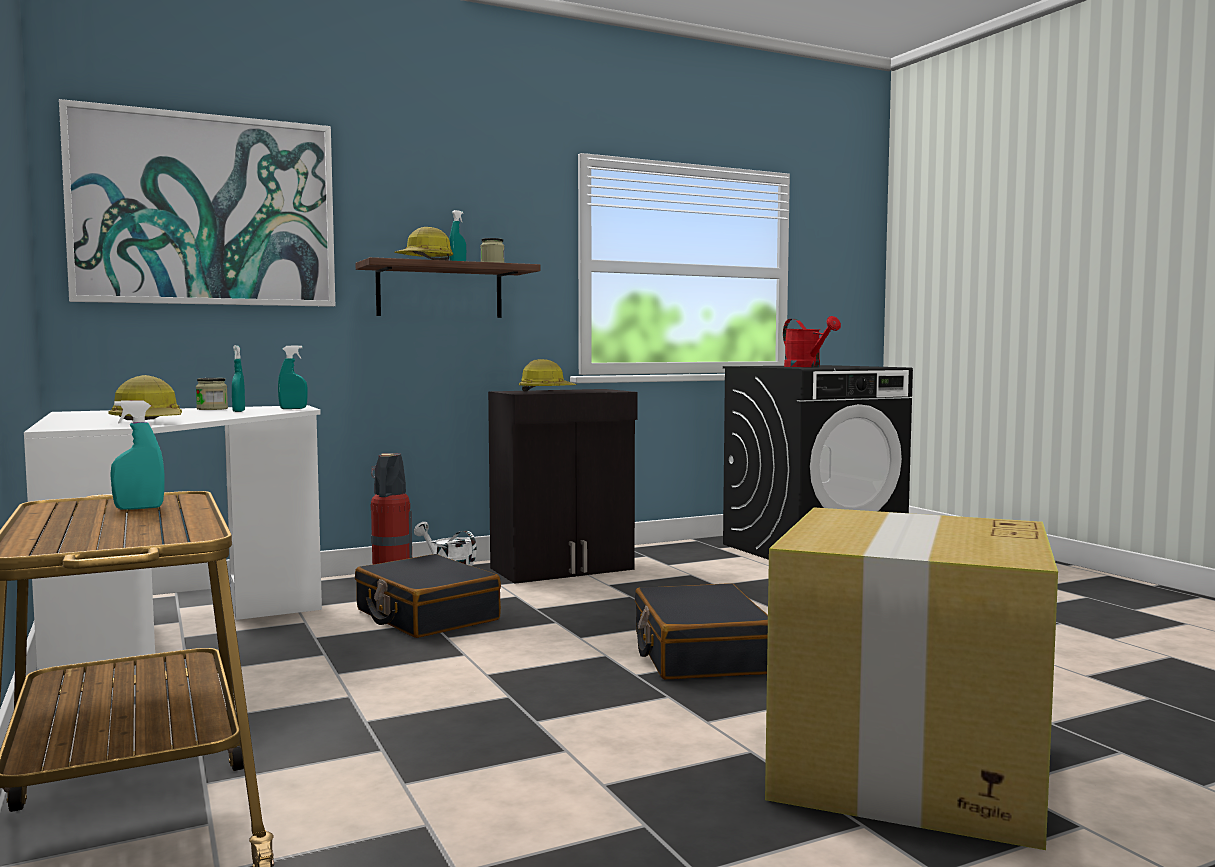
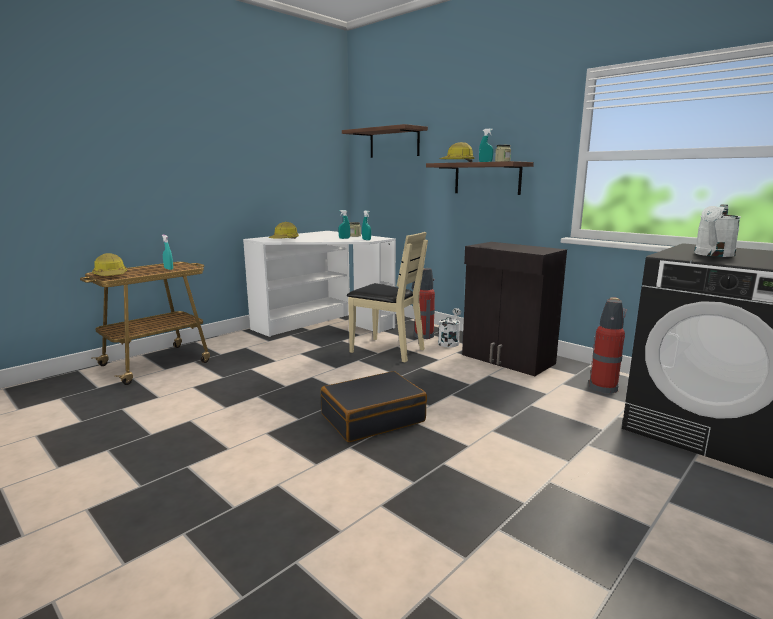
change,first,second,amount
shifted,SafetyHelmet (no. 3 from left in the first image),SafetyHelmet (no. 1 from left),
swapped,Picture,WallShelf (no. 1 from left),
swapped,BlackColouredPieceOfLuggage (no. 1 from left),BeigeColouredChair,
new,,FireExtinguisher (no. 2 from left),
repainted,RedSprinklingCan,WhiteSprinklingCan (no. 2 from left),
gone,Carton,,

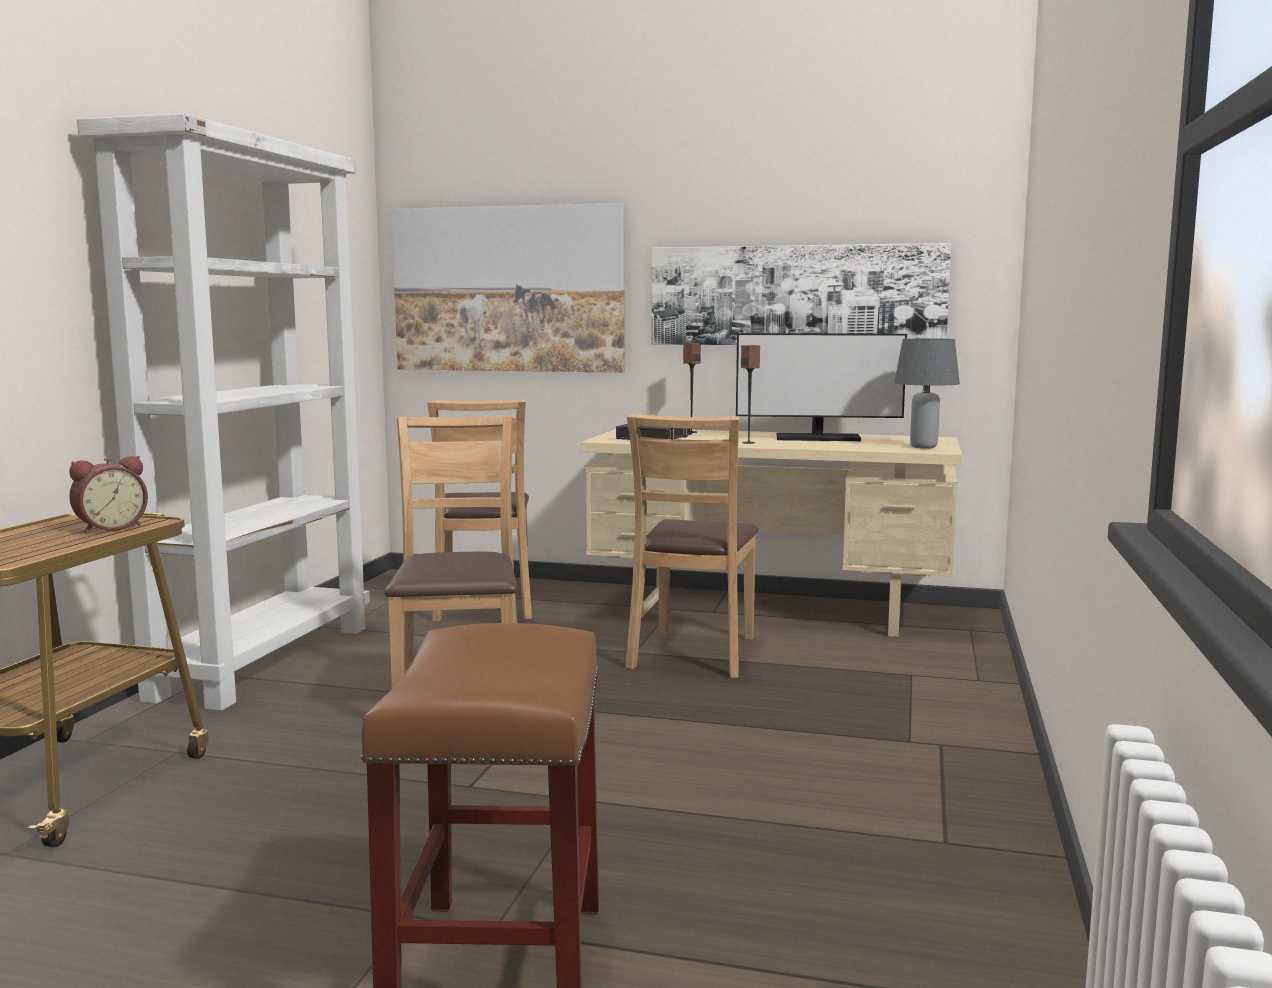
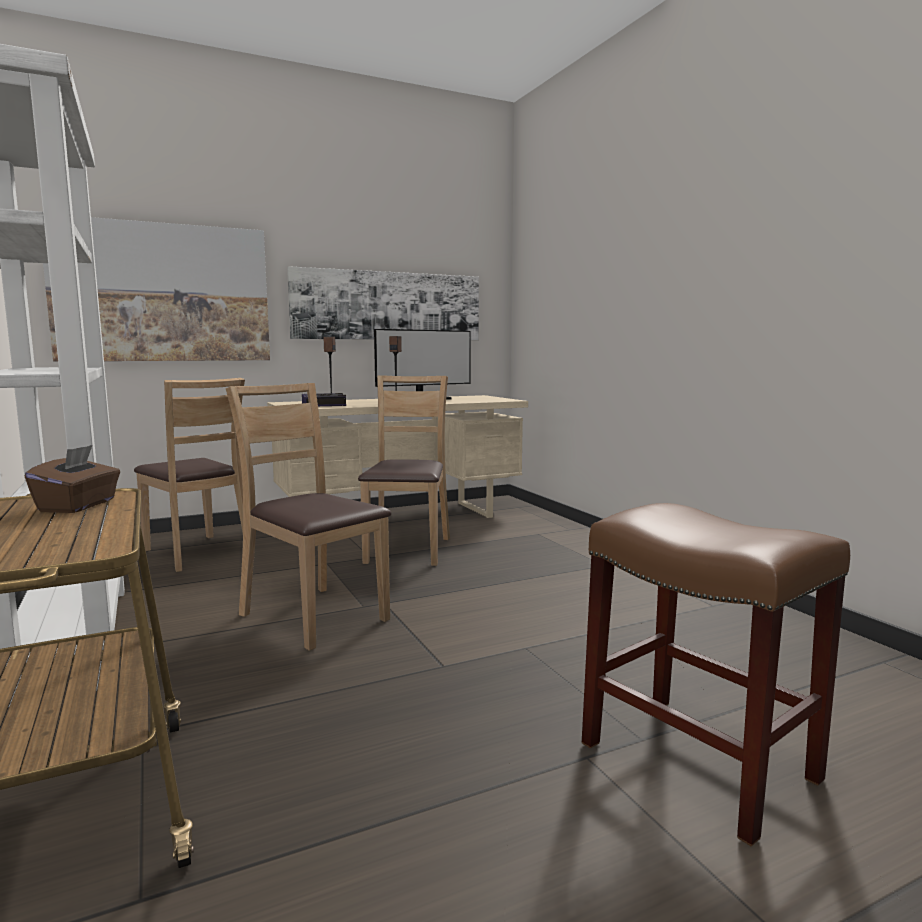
change,first,second,amount
swapped,TableClock,BrownColouredBoxOfTissues,
rotated,BrownColouredChair (no. 3 from left),,150 degrees counterclockwise
gone,GrayTableLamp,,

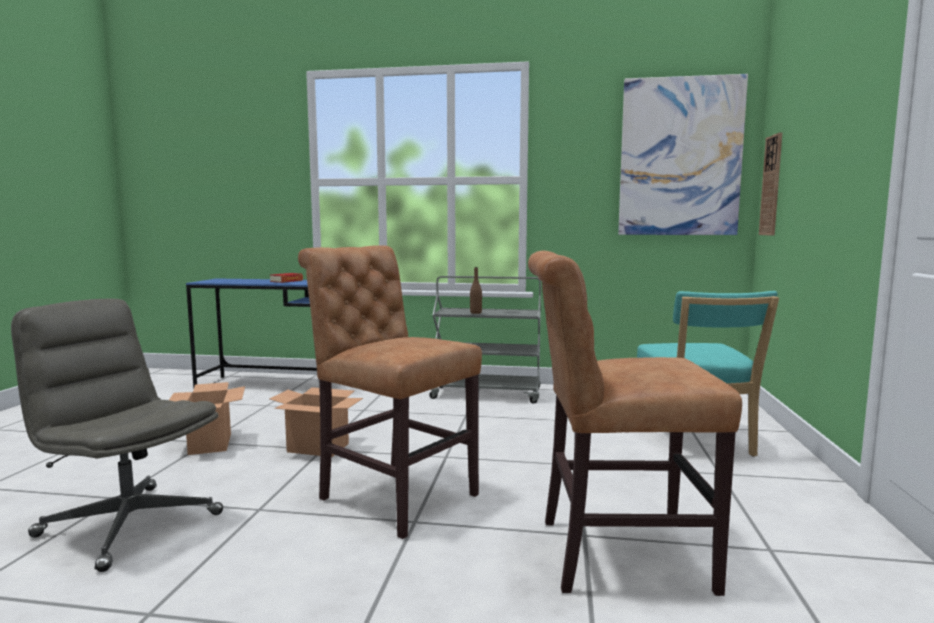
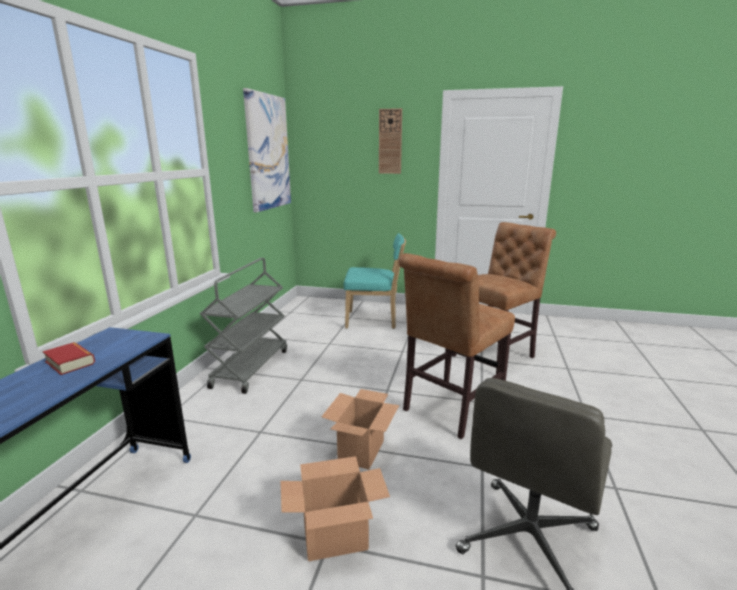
change,first,second,amount
shifted,WallClock,,
rotated,BrownColouredChair (no. 2 from left),,135 degrees counterclockwise
gone,BrownColouredBottle,,

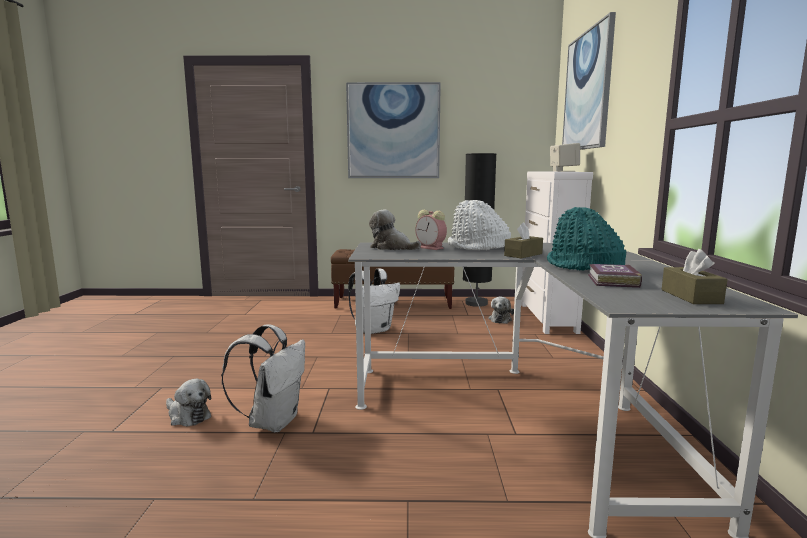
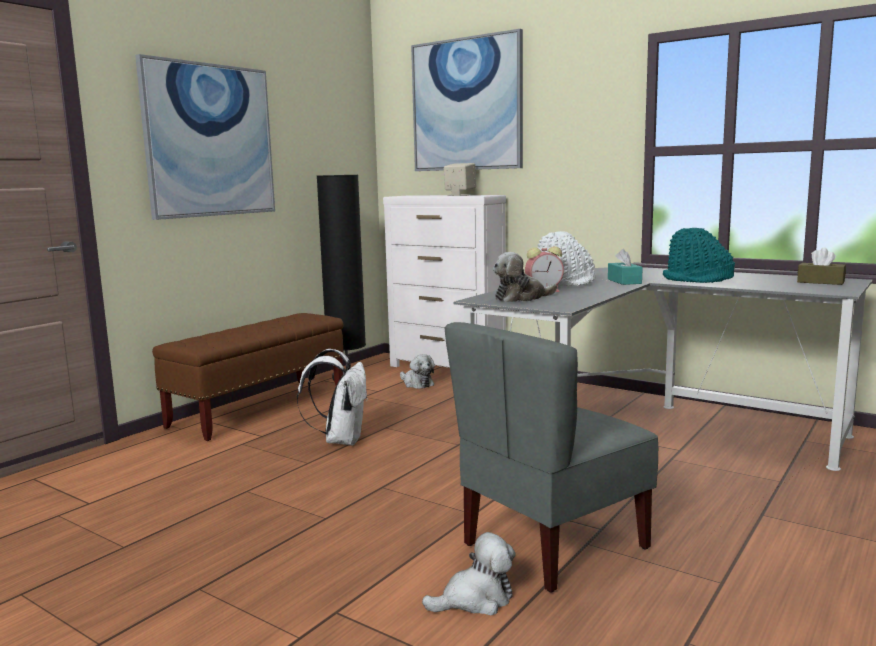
change,first,second,amount
swapped,WhiteBackpack (no. 1 from left),GrayChair,
repainted,BrownColouredBoxOfTissues (no. 1 from left),TurquoiseColouredBoxOfTissues,
gone,BoundBook,,

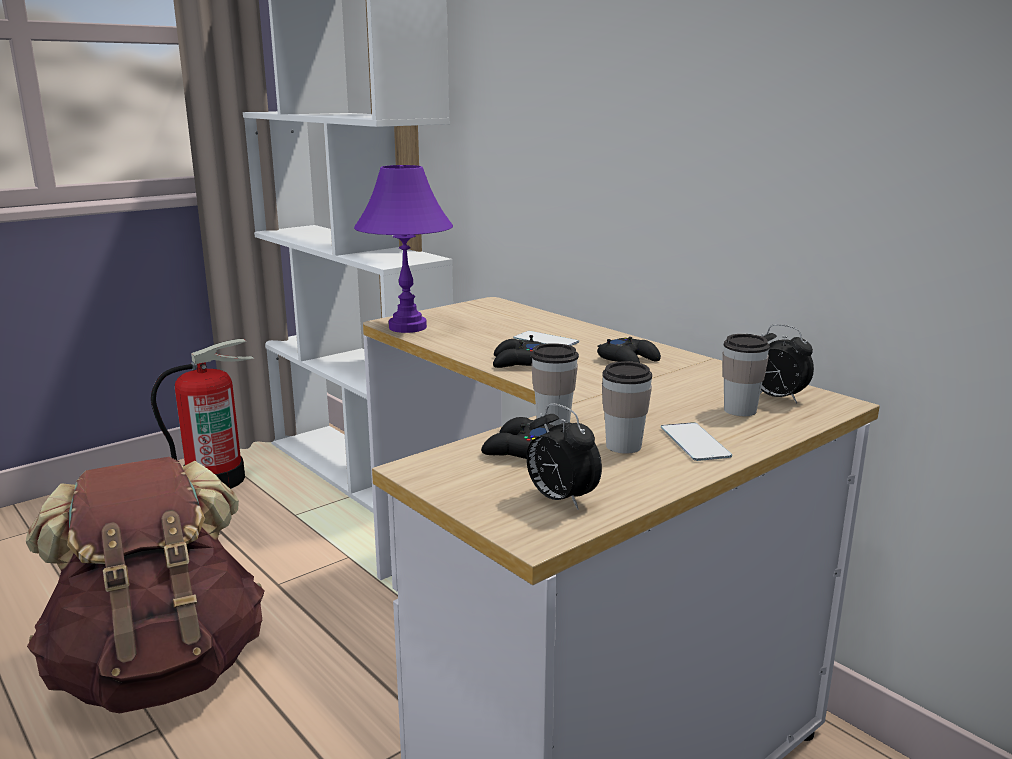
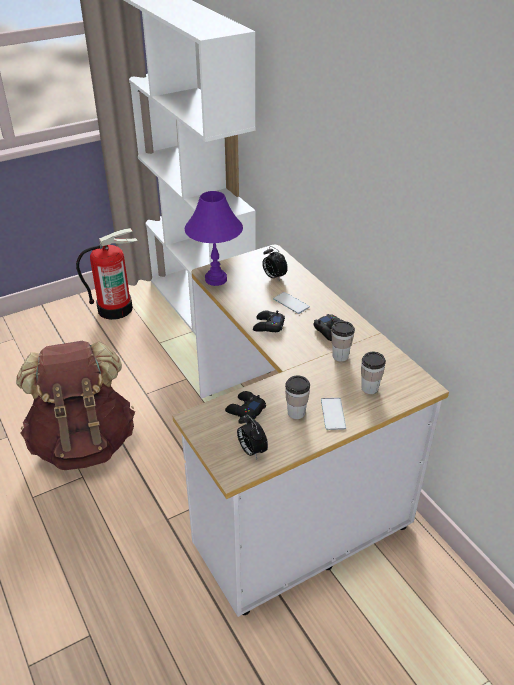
change,first,second,amount
shifted,TableClock (no. 2 from left),,
shifted,DrinkingCup (no. 1 from left in the first image),DrinkingCup (no. 2 from left),

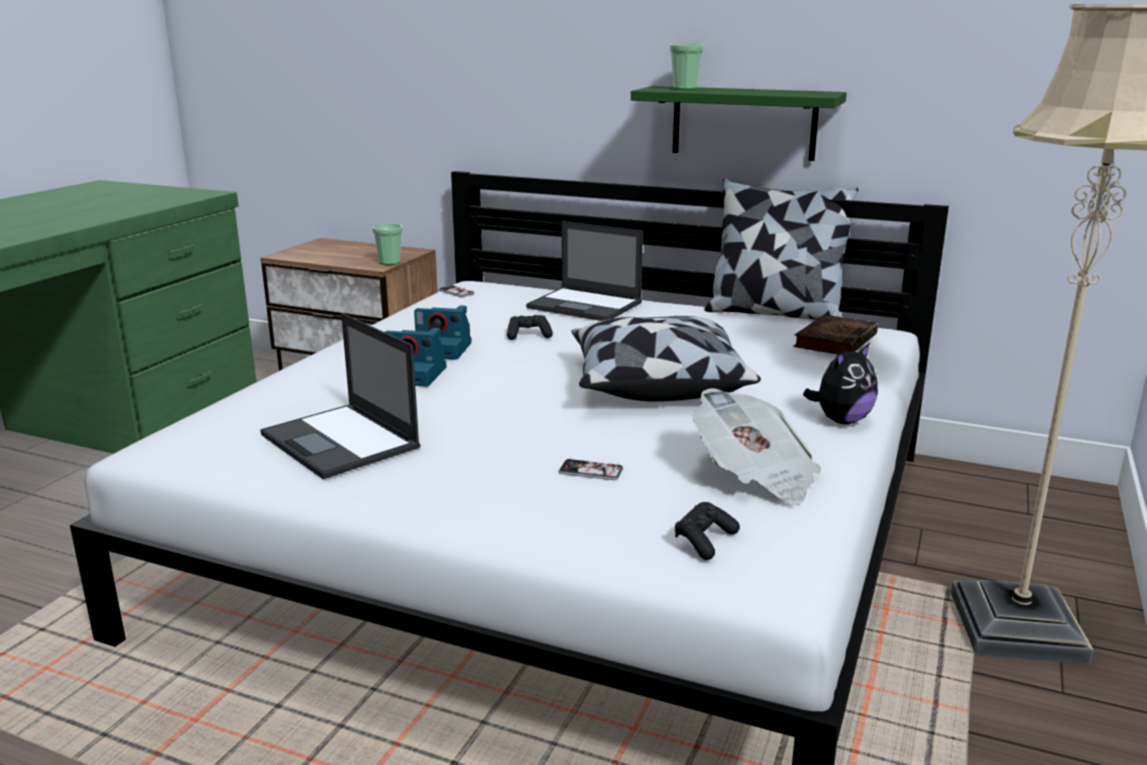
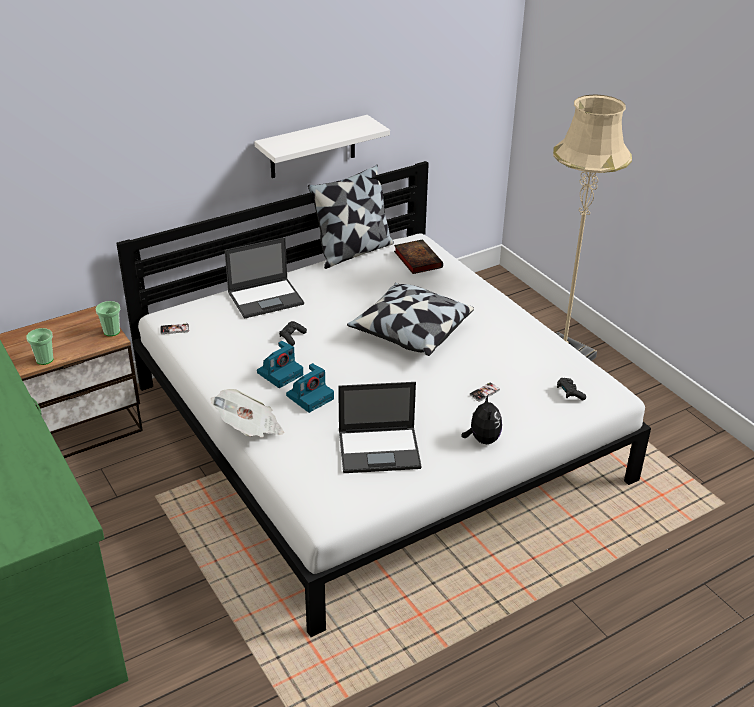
change,first,second,amount
shifted,DrinkingCup (no. 2 from left in the first image),DrinkingCup (no. 1 from left),
shifted,Newspaper,,
repainted,GreenColouredWallShelf,WhiteWallShelf,
shifted,SoftToy,,

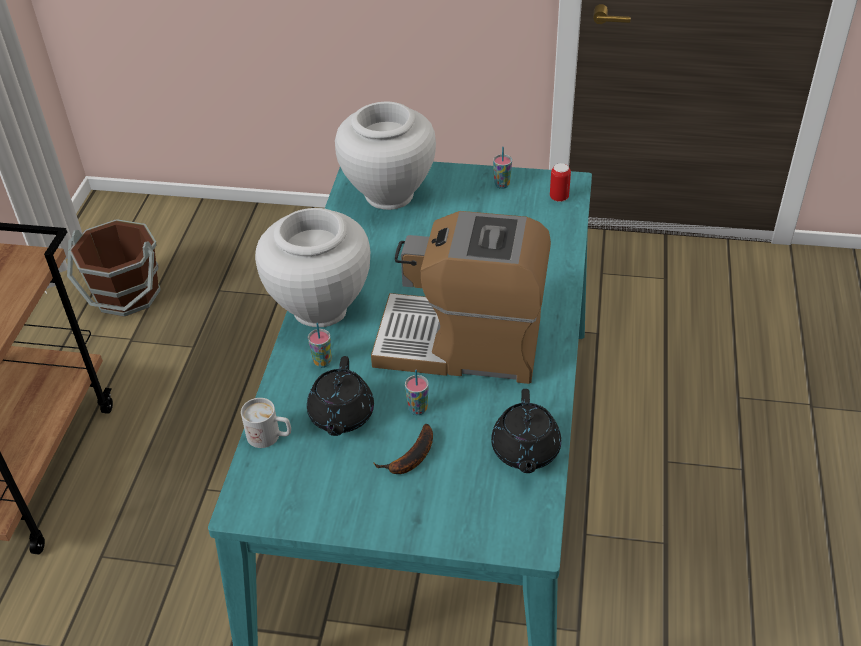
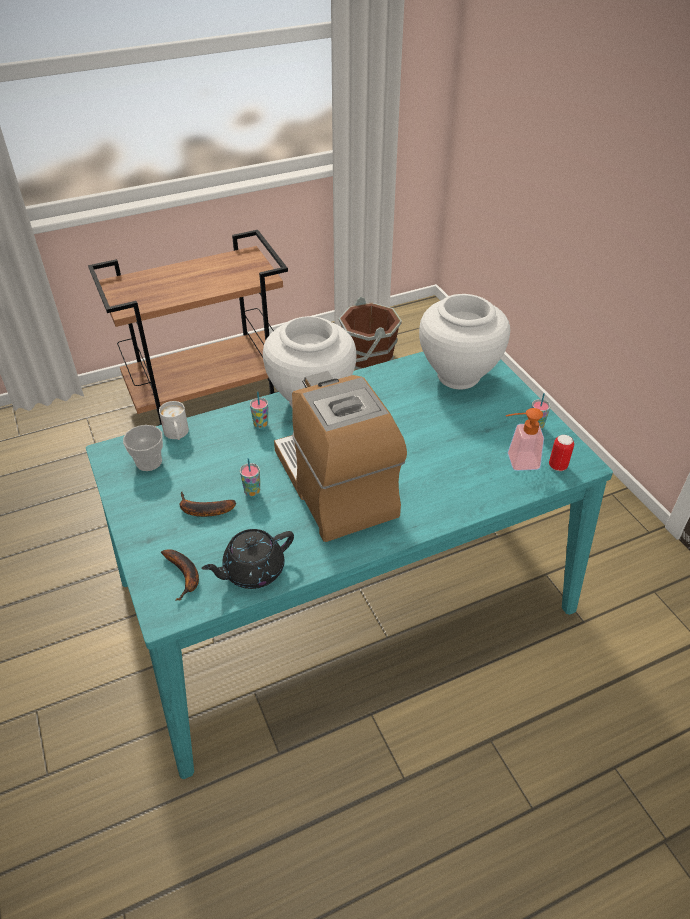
change,first,second,amount
new,,DrinkingCup (no. 1 from left),
new,,WholeBanana (no. 1 from left),
new,,SoapBottle,
gone,BlackColouredTeaPot (no. 1 from left),,

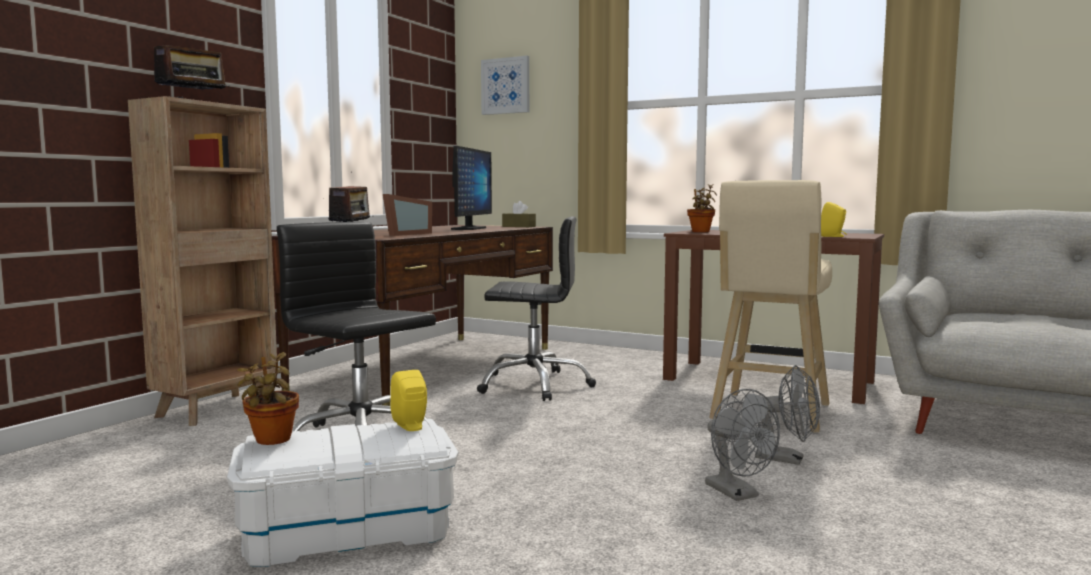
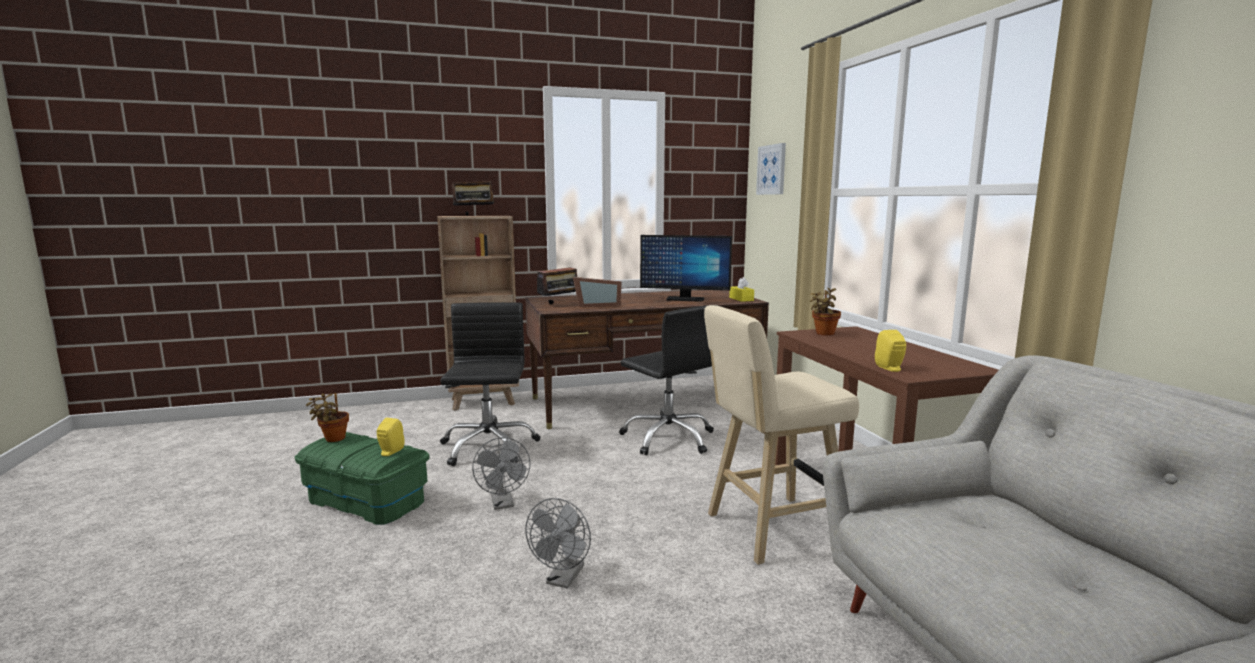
change,first,second,amount
repainted,WhiteStorageBox,GreenColouredStorageBox,
shifted,GrayCoolingFan (no. 2 from left in the first image),GrayCoolingFan (no. 1 from left),
rotated,ComputerScreen,,45 degrees clockwise
repainted,BrownColouredBoxOfTissues,YellowishBoxOfTissues,

